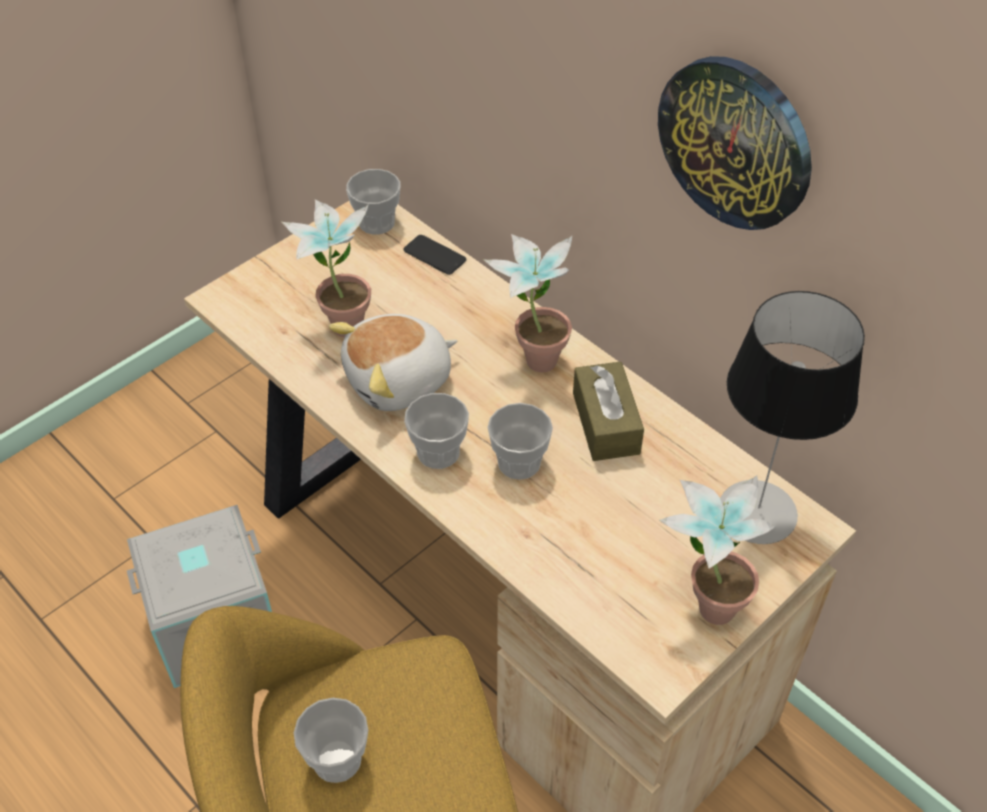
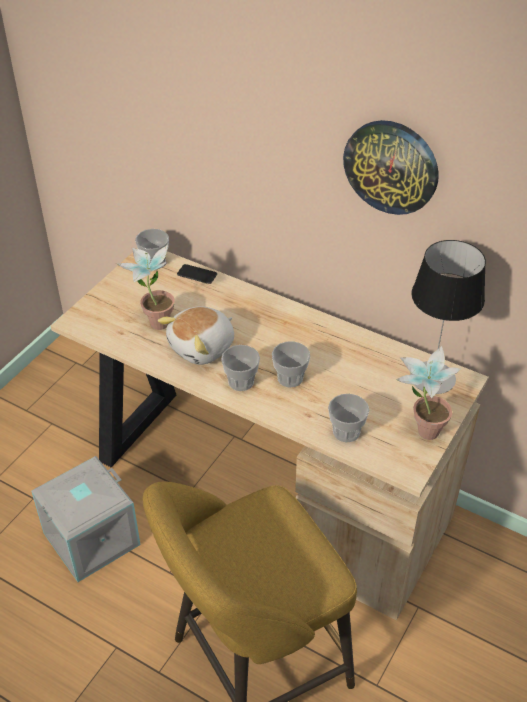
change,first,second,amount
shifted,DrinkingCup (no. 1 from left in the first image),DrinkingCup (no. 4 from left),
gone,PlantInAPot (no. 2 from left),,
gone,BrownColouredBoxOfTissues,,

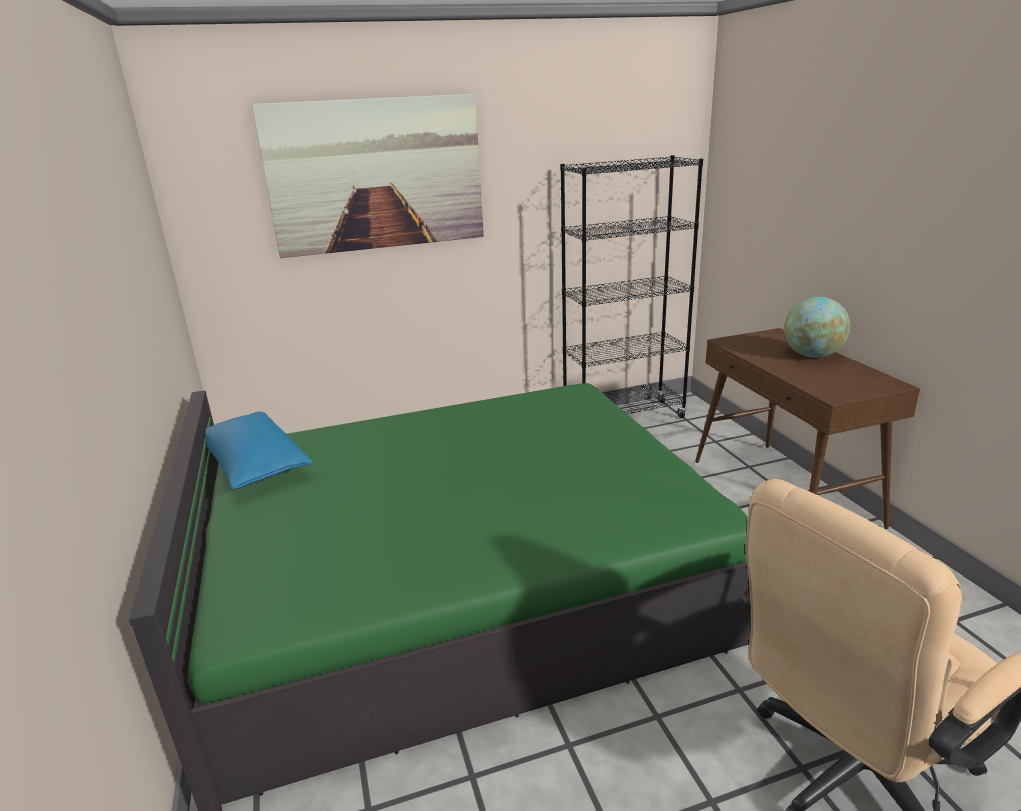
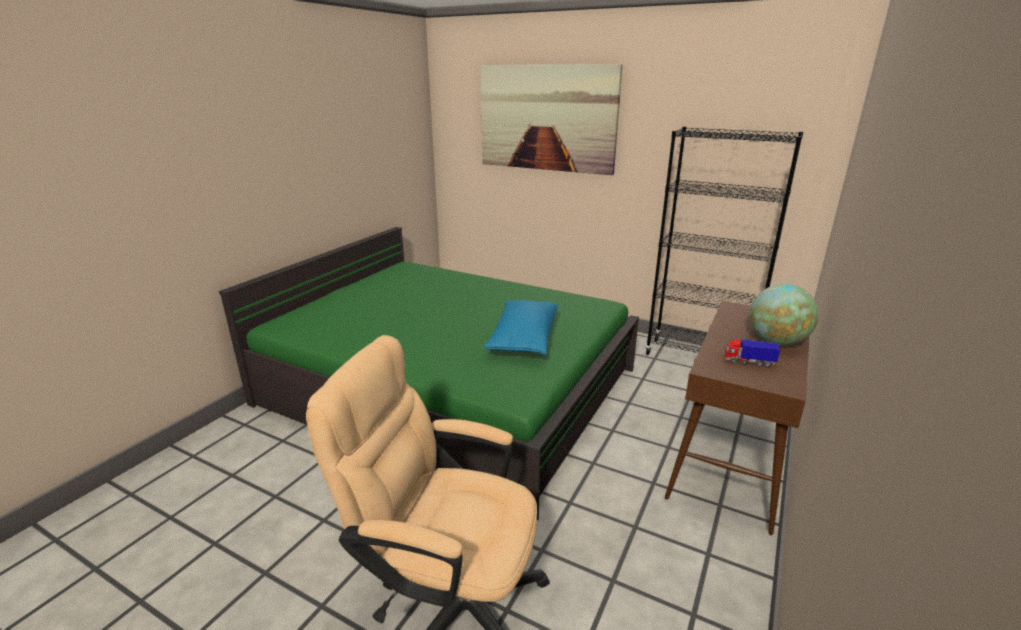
change,first,second,amount
shifted,BluishPillow,,
new,,ToyTruck,

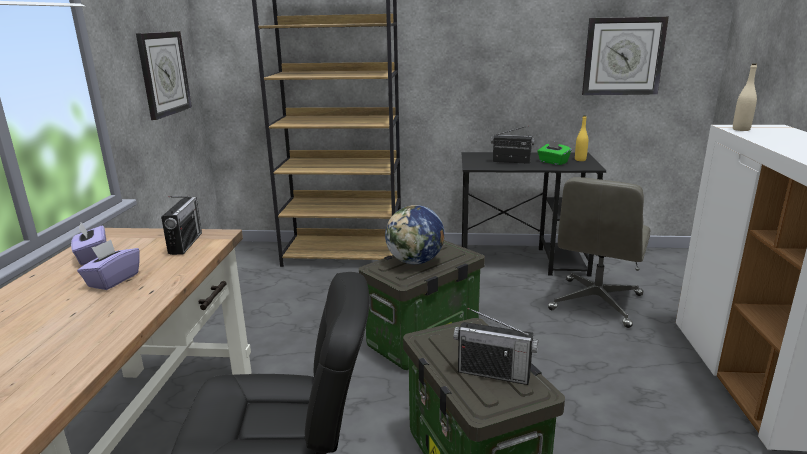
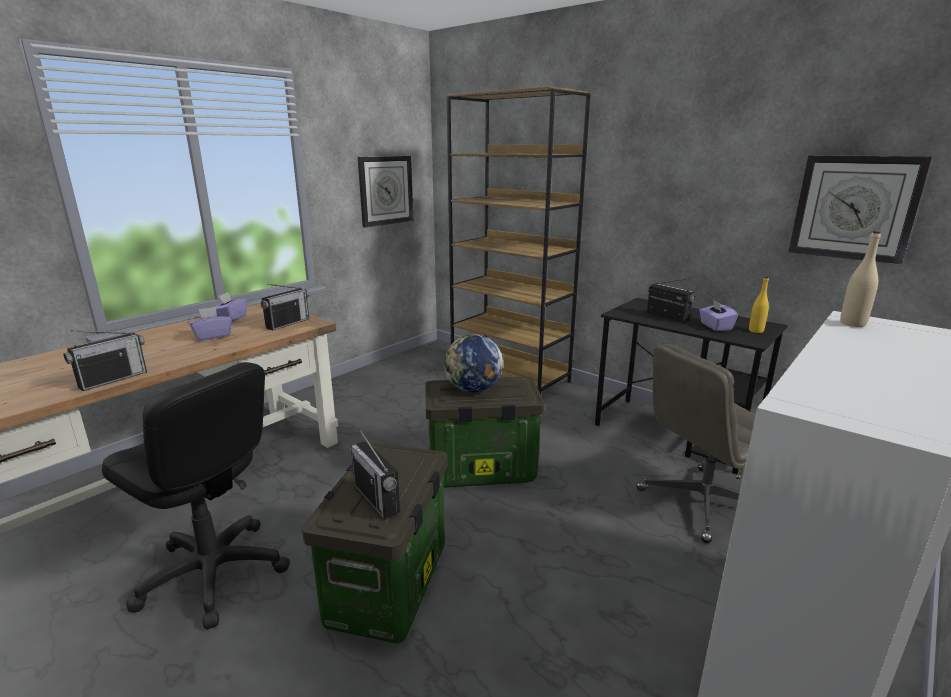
change,first,second,amount
new,,RadioSet (no. 1 from left),
repainted,GreenColouredBoxOfTissues,PurpleBoxOfTissues (no. 3 from left),

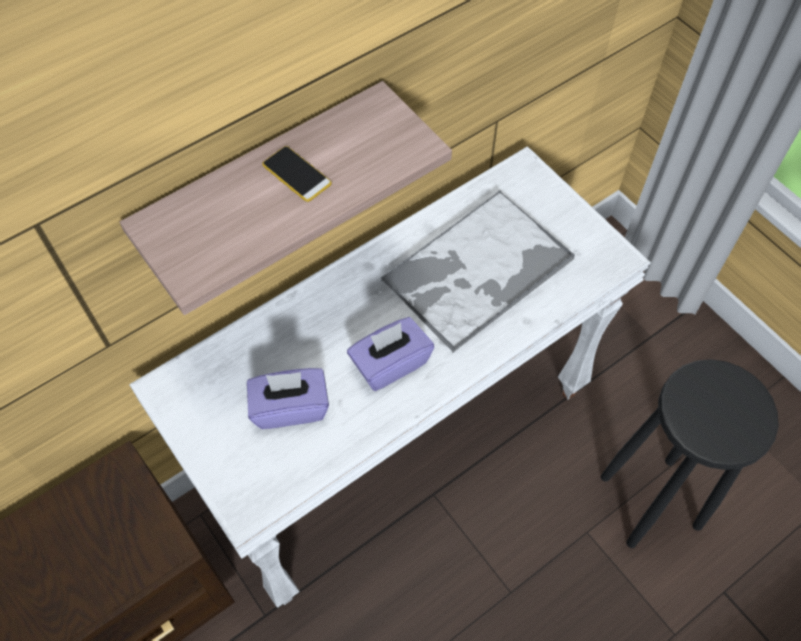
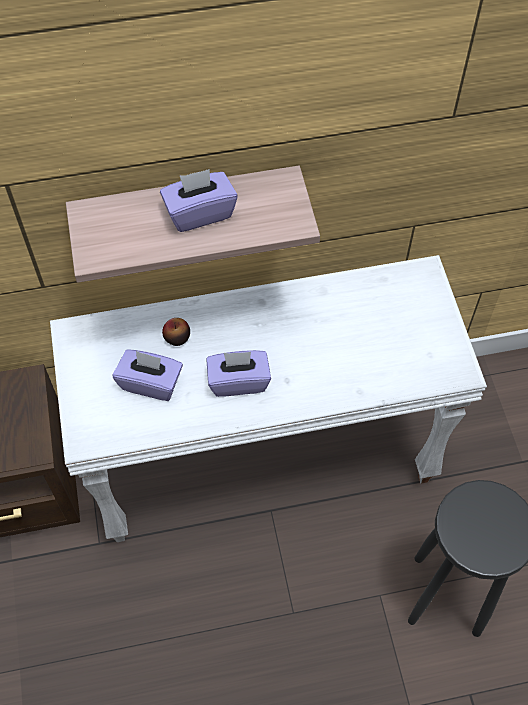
change,first,second,amount
swapped,Handset,PurpleBoxOfTissues (no. 2 from left),
new,,Apple,
gone,Tray,,

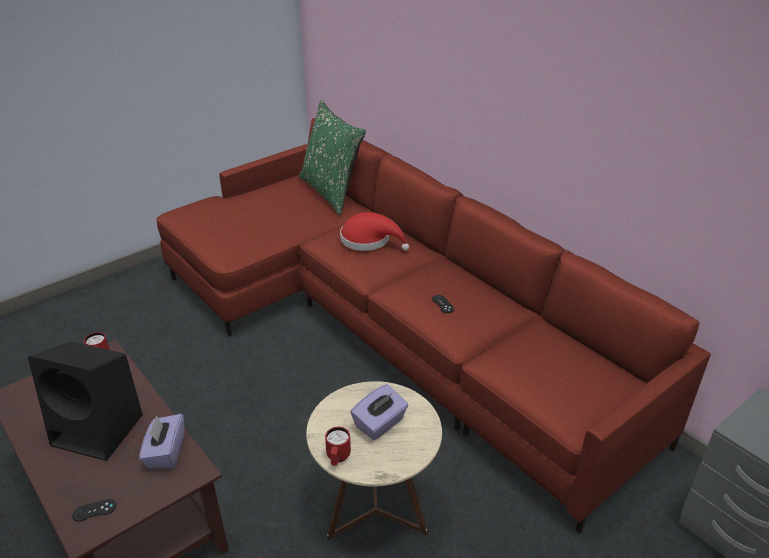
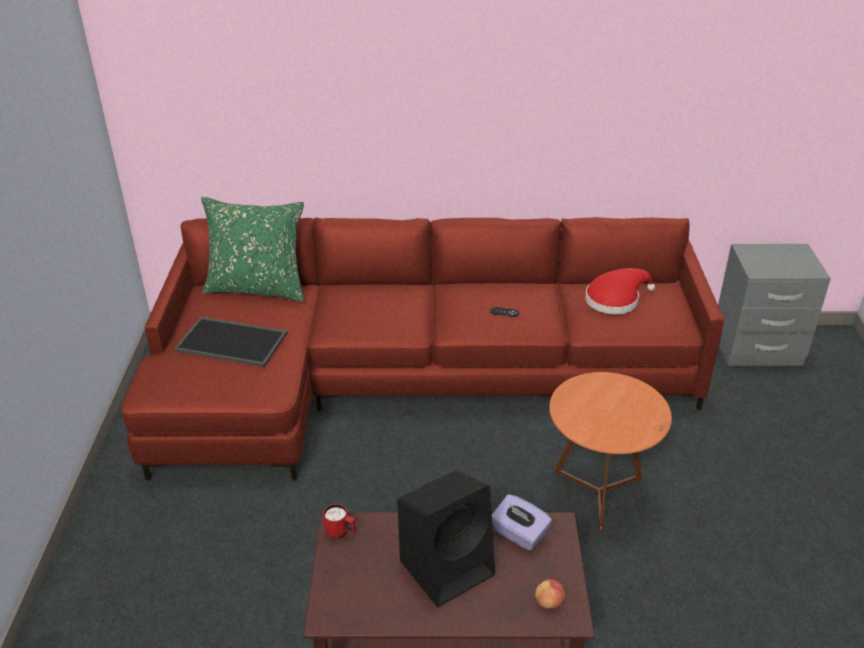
change,first,second,amount
new,,Tray,
swapped,BlackColouredGameController (no. 1 from left),Apple,
repainted,BeigeColouredAccentTable,OrangeyAccentTable,
shifted,RedWearableHat,,
gone,RedMug (no. 2 from left),,
gone,PurpleBoxOfTissues (no. 2 from left),,

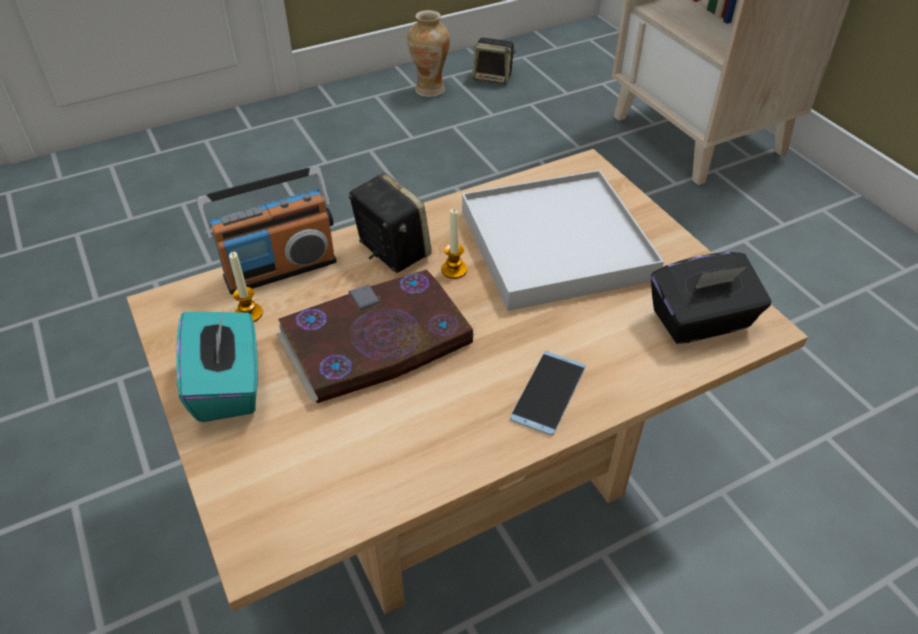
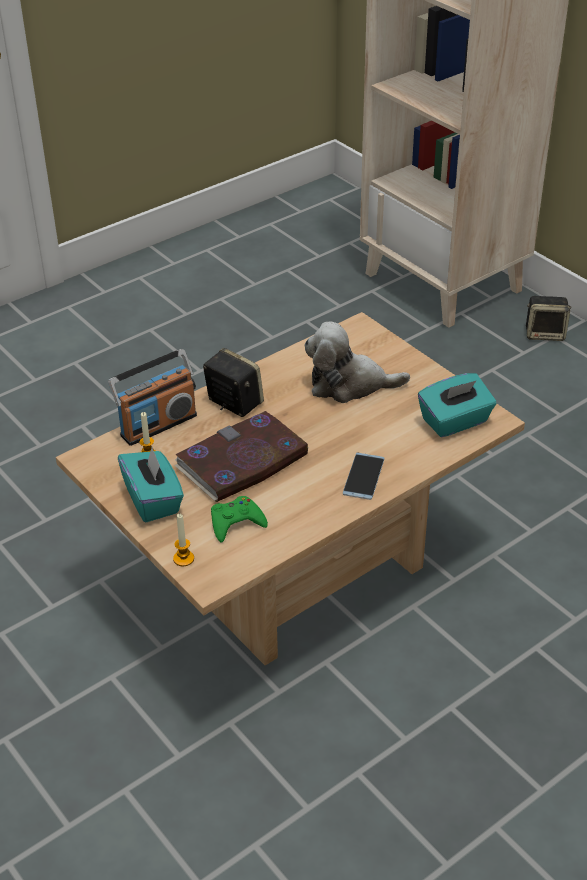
change,first,second,amount
shifted,WaxCandle (no. 2 from left),,
new,,GreenColouredGameController,
swapped,WhiteTray,SoftToy,
repainted,BlackColouredBoxOfTissues,TurquoiseColouredBoxOfTissues (no. 2 from left),
shifted,Speaker (no. 2 from left),,
gone,DecorativeVase,,

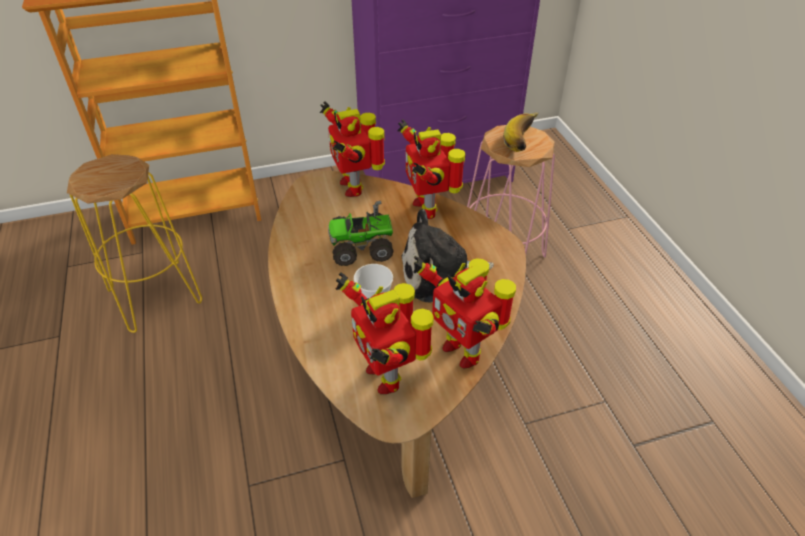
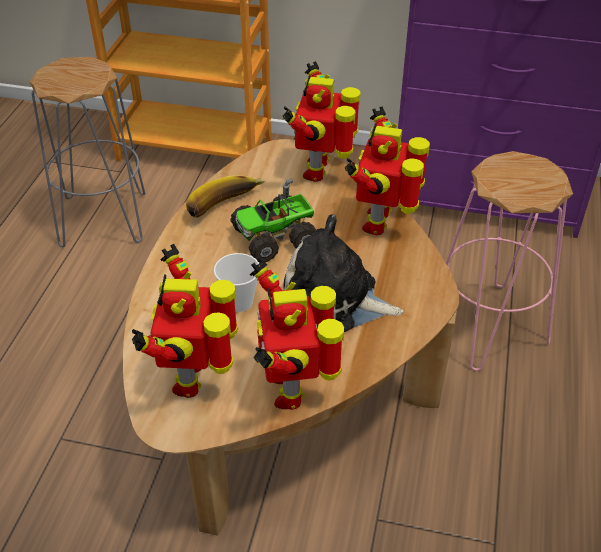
change,first,second,amount
repainted,YellowishSittingStool,GraySittingStool,
shifted,WholeBanana,,
rotated,ToyTruck,,45 degrees counterclockwise

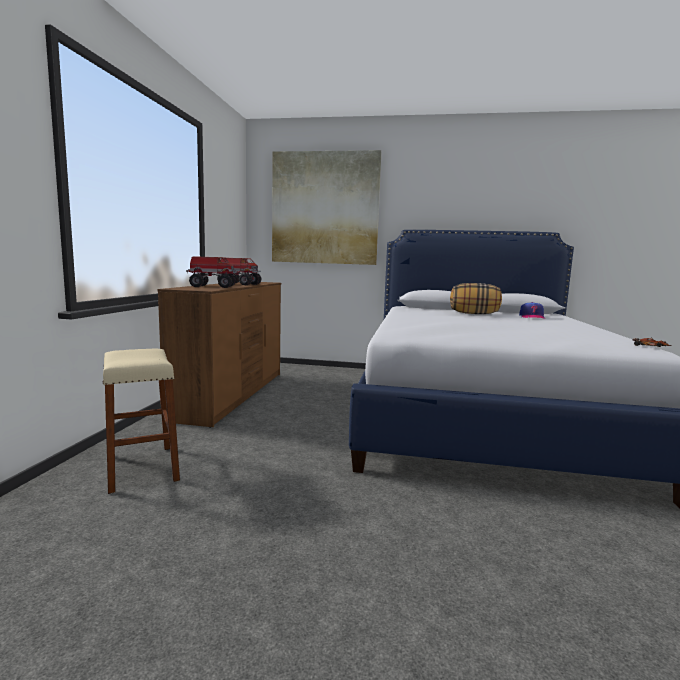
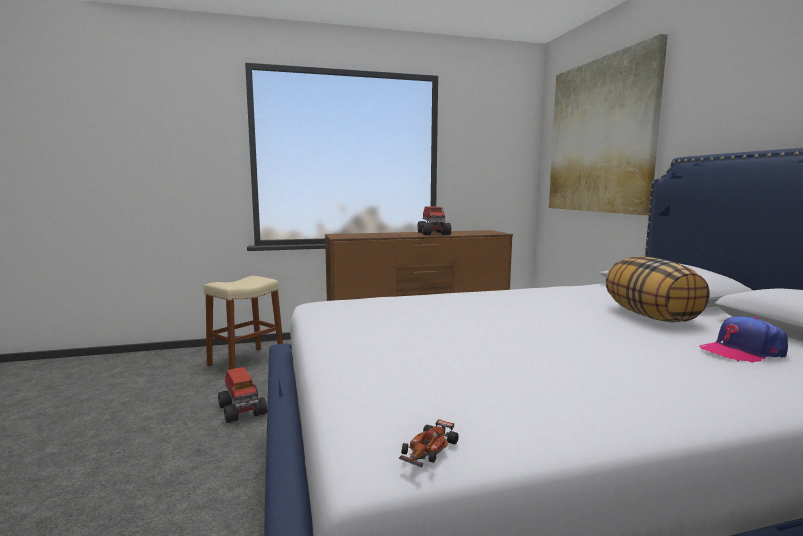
change,first,second,amount
shifted,ToyTruck (no. 1 from left),,

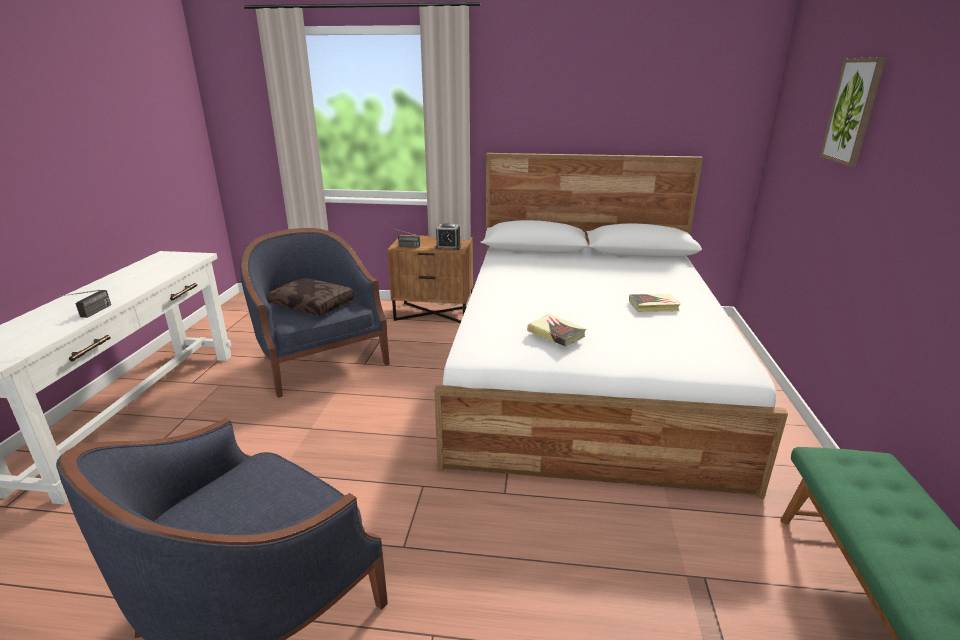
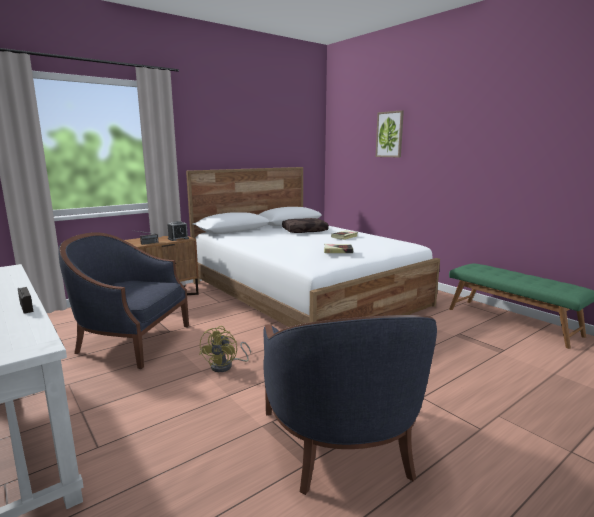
change,first,second,amount
new,,YellowishCoolingFan,
shifted,BrownColouredPillow,,

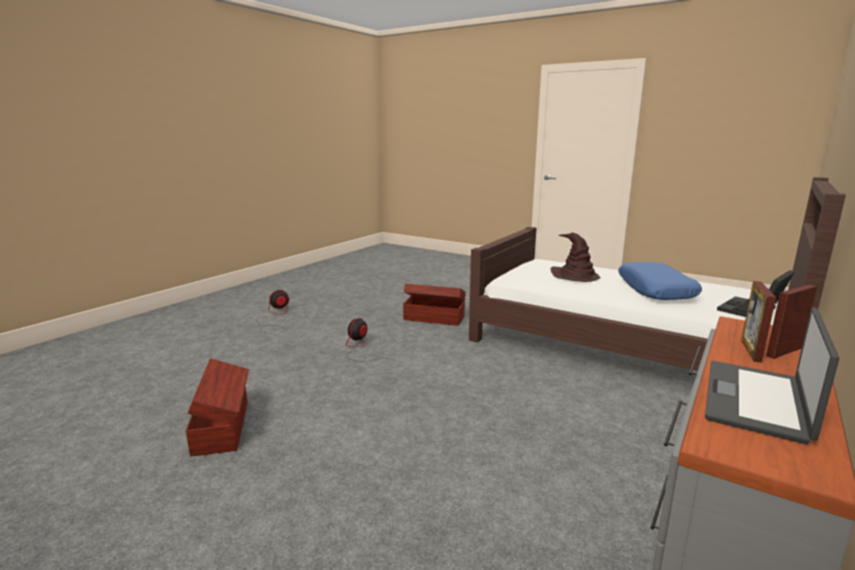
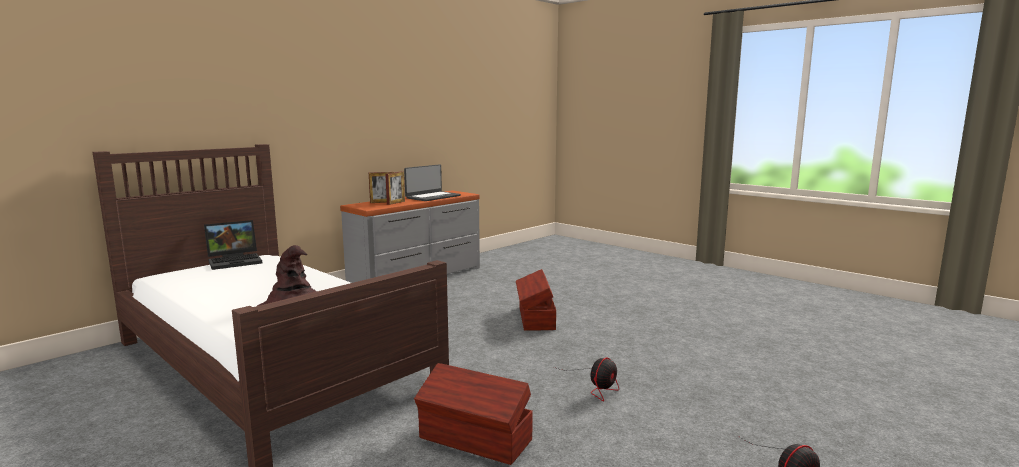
change,first,second,amount
shifted,BrownColouredStorageBox (no. 1 from left in the first image),BrownColouredStorageBox (no. 2 from left),
gone,BluishPillow,,

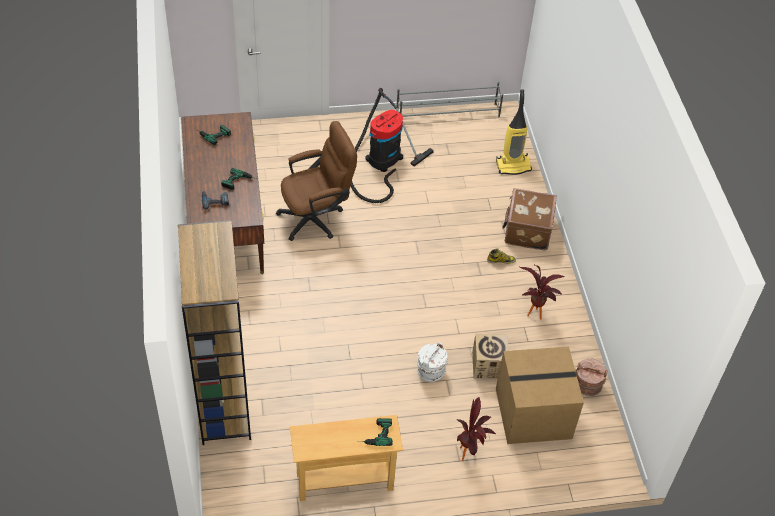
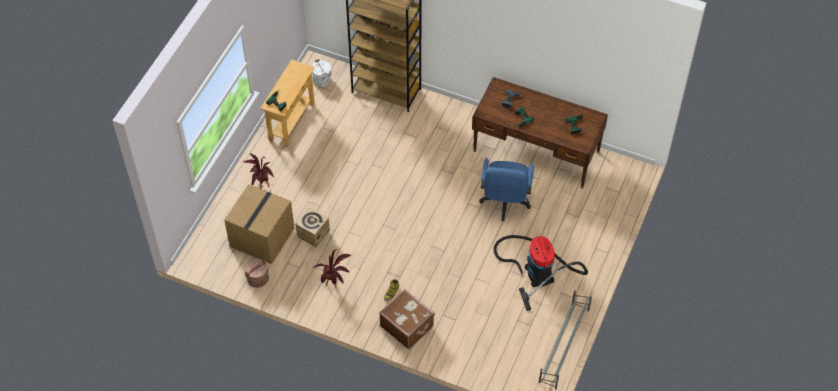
change,first,second,amount
shifted,WhitePail,,
repainted,BrownColouredDeskChair,BluishDeskChair,
gone,VacuumCleaner (no. 2 from left),,

